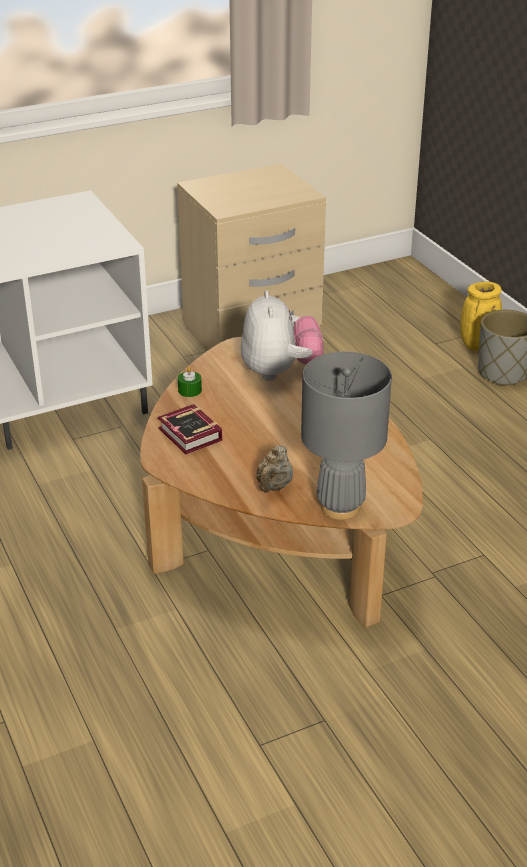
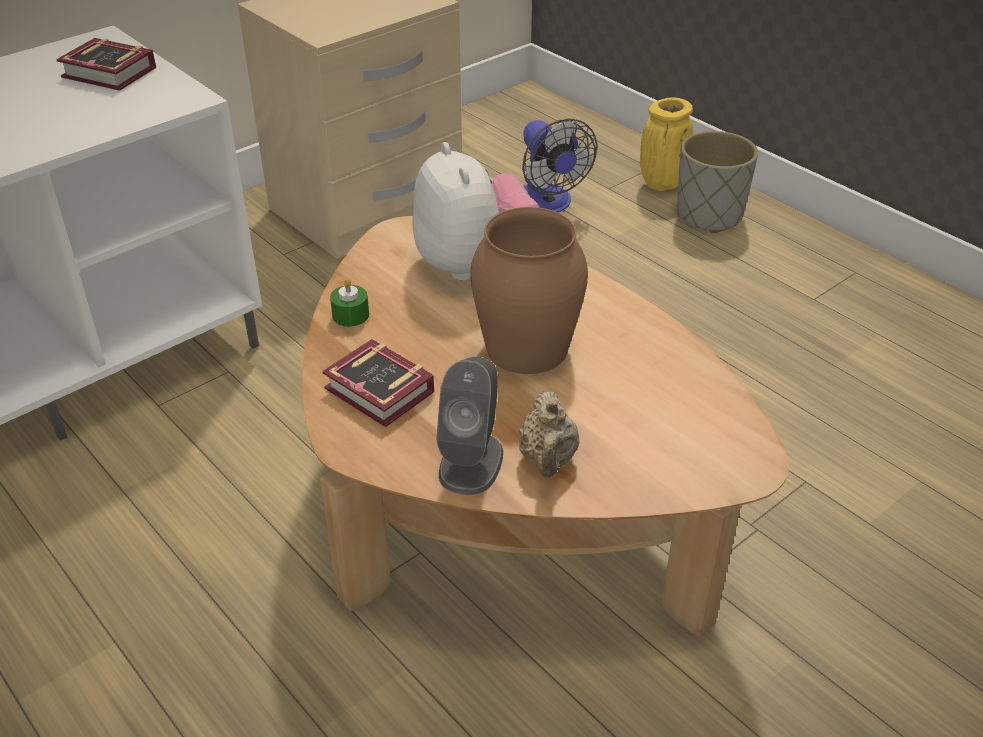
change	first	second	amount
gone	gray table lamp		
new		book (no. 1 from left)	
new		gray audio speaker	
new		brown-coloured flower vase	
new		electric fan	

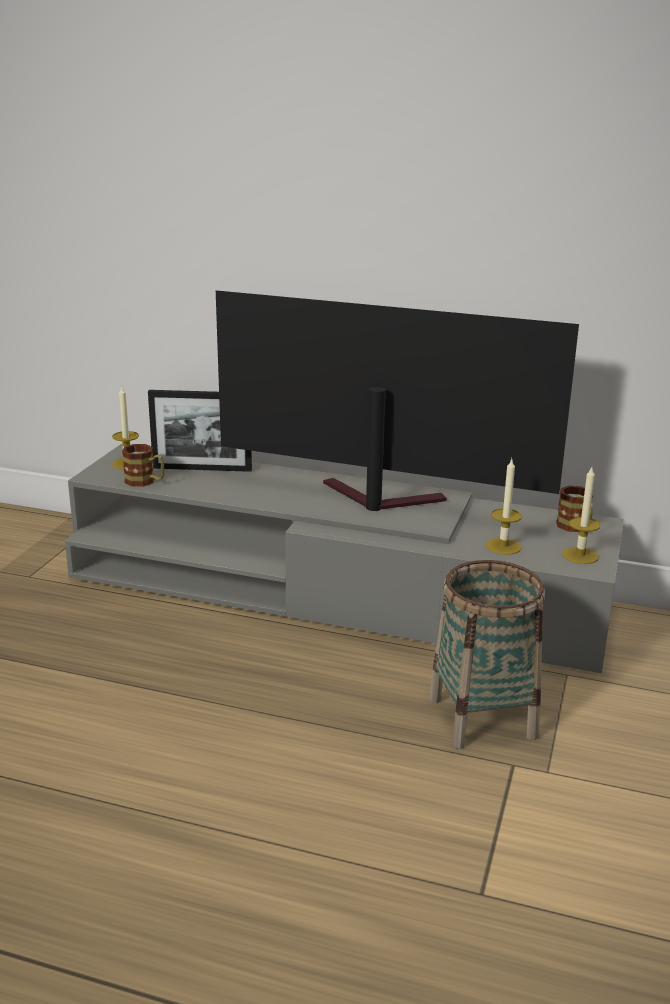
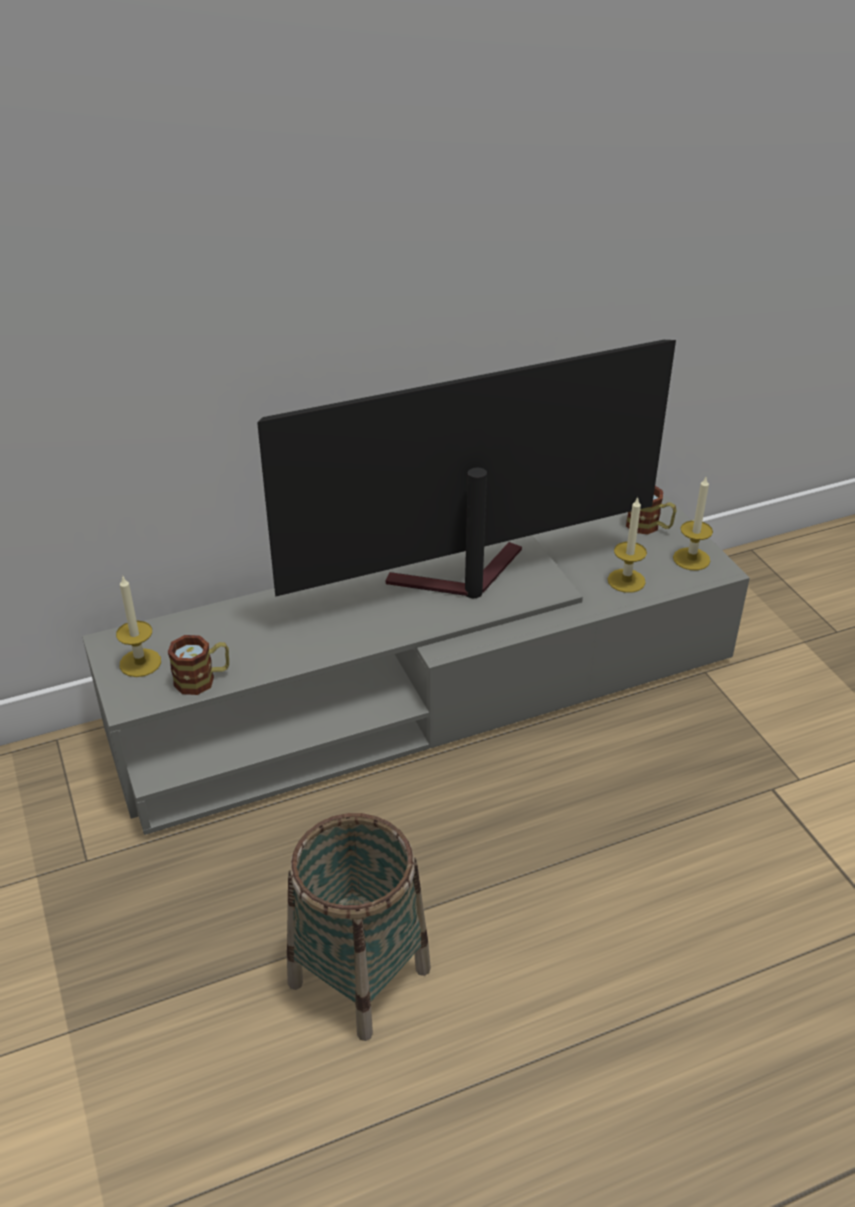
change	first	second	amount
gone	standing frame		
shifted	basket		

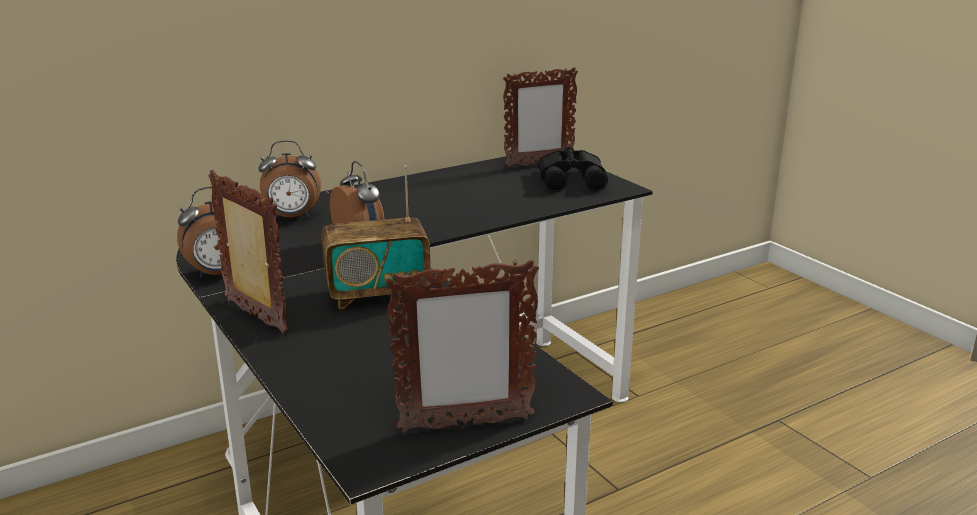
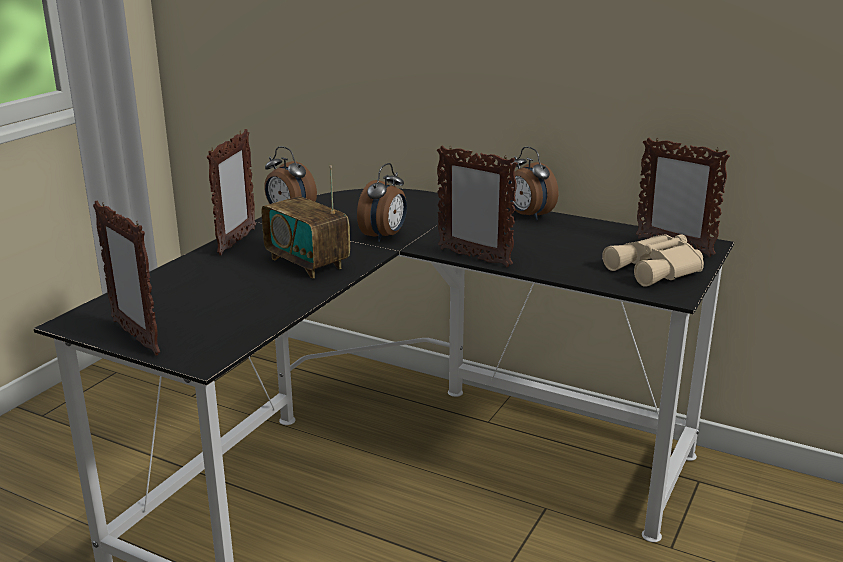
change	first	second	amount
shifted	table clock (no. 2 from left in the first image)	table clock (no. 3 from left)	
repainted	blackish pair of binoculars	beige-coloured pair of binoculars	
new		standing frame (no. 3 from left)	

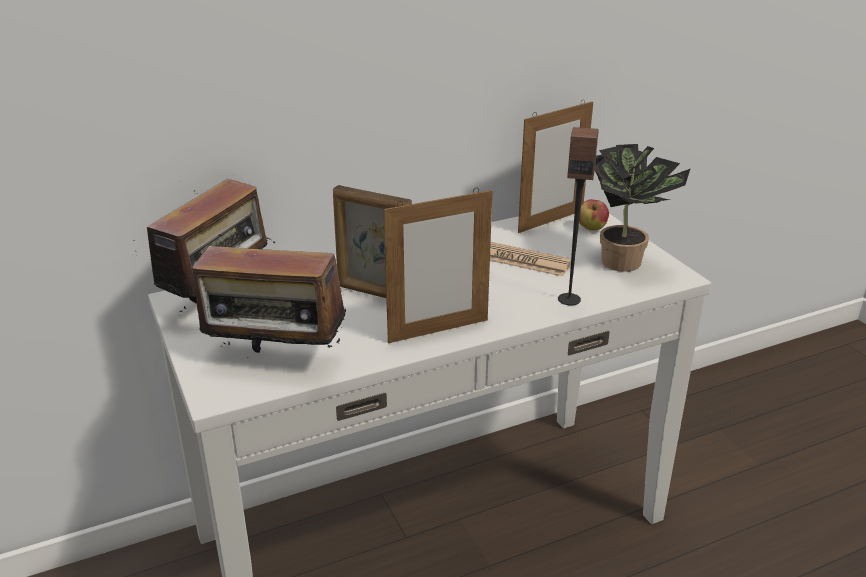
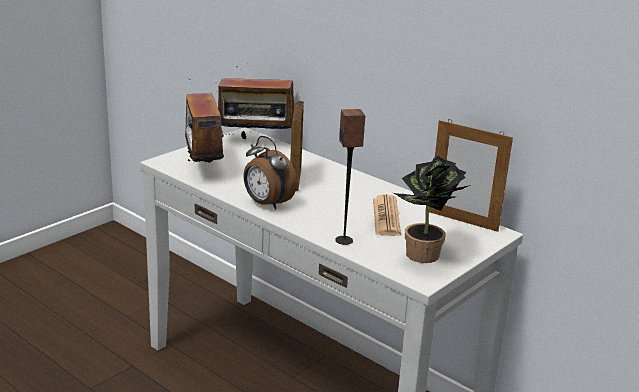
change	first	second	amount
swapped	standing frame (no. 2 from left)	table clock	
gone	whole apple		

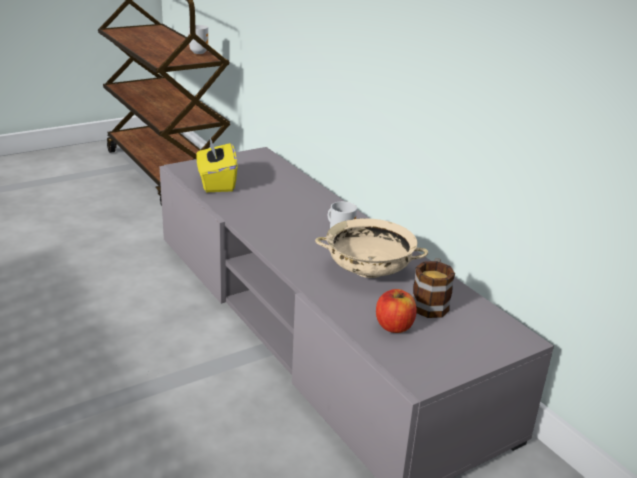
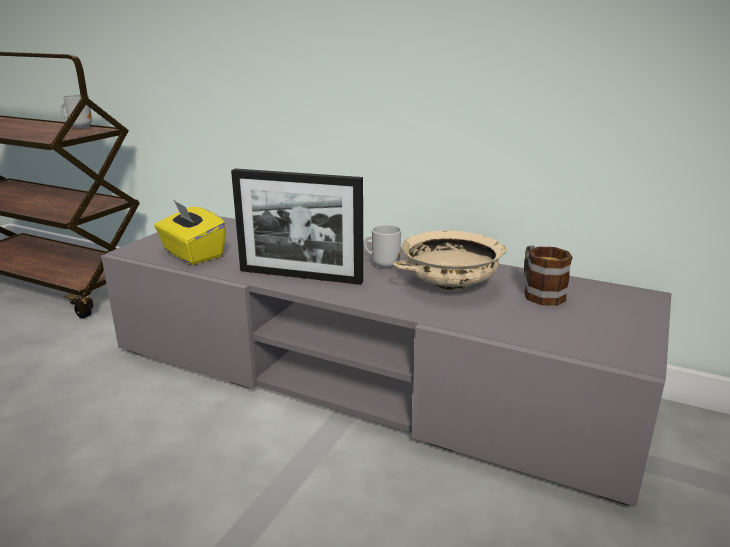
change	first	second	amount
gone	whole apple		
new		standing frame	

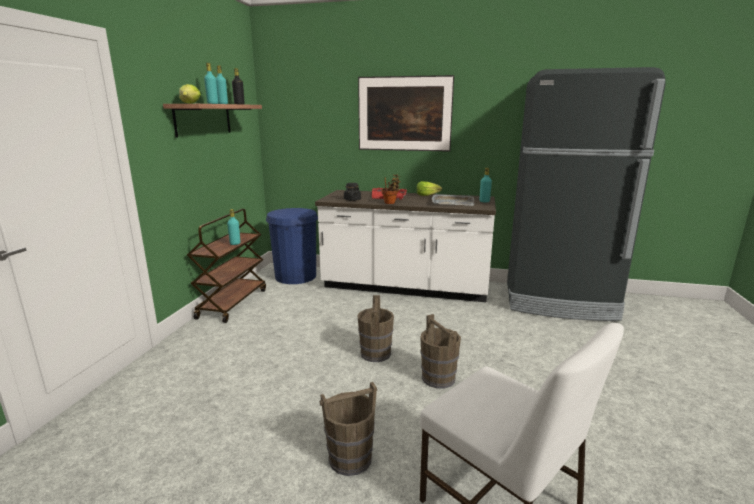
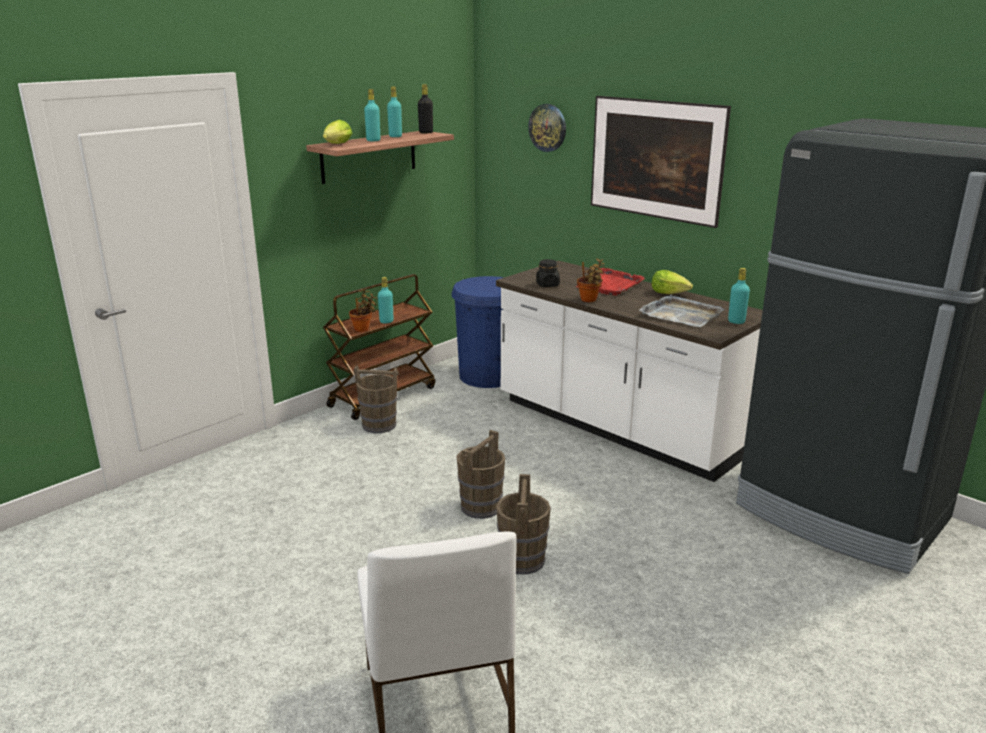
change	first	second	amount
shifted	brown-coloured bucket (no. 1 from left)		
new		potted plant (no. 1 from left)	
new		hanging clock	

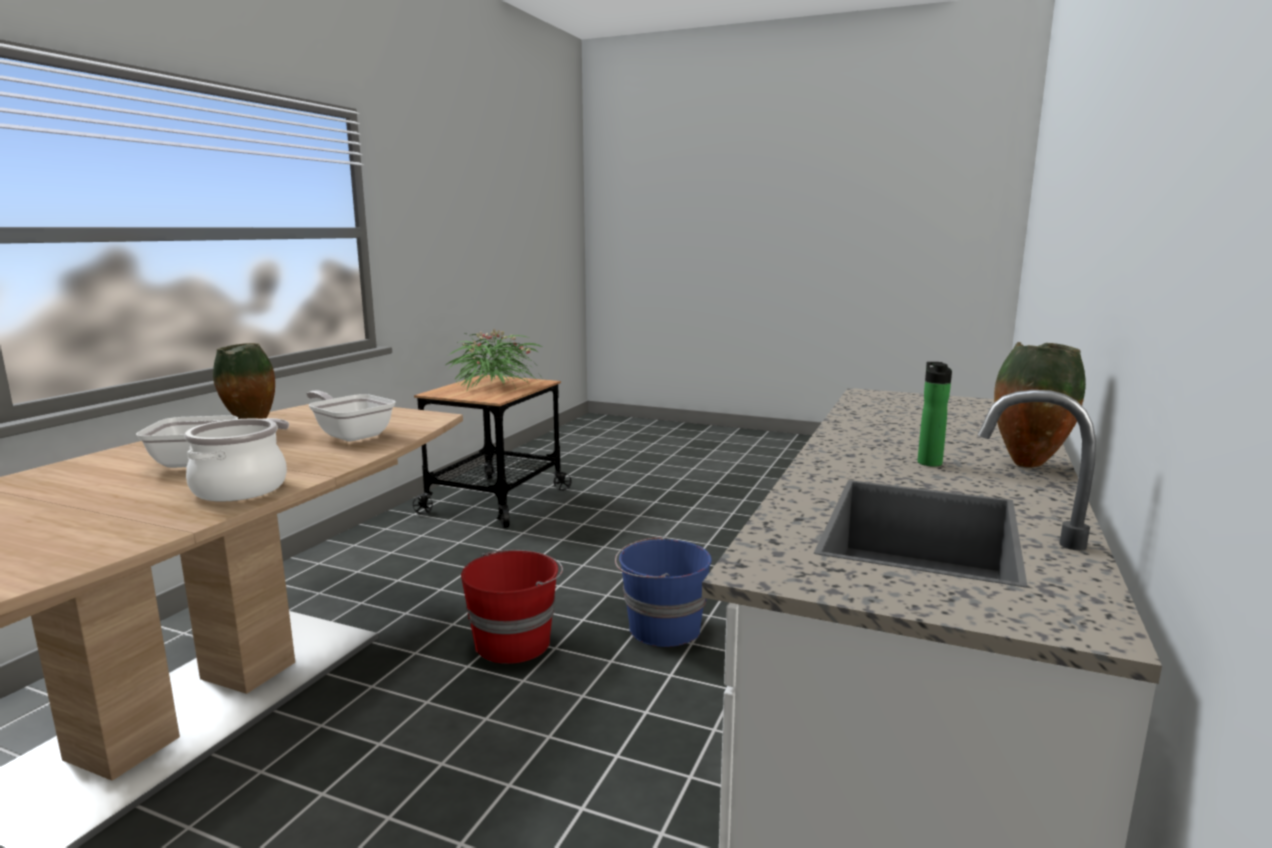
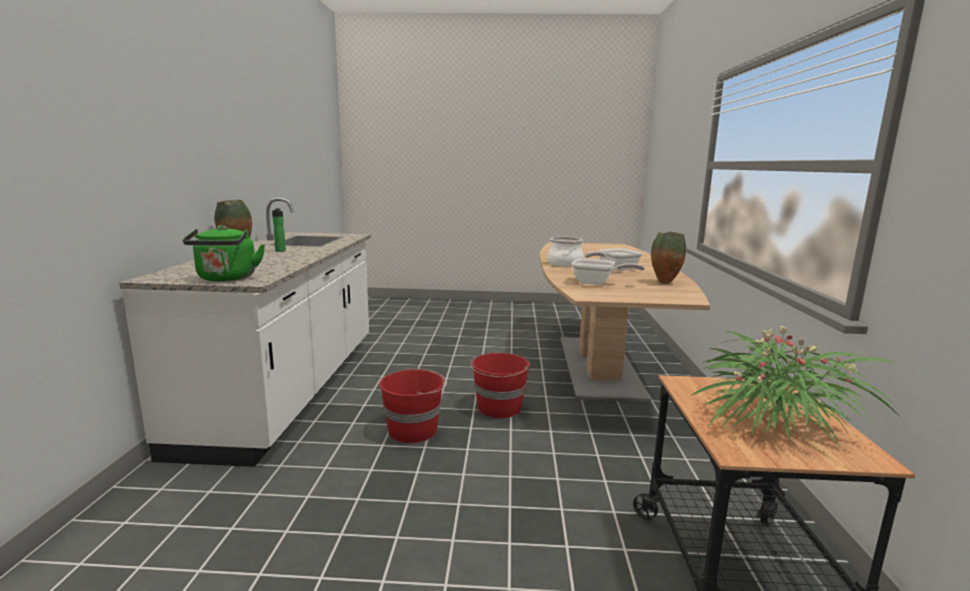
change	first	second	amount
repainted	blue bucket	reddish bucket (no. 1 from left)	
new		greenish water kettle	

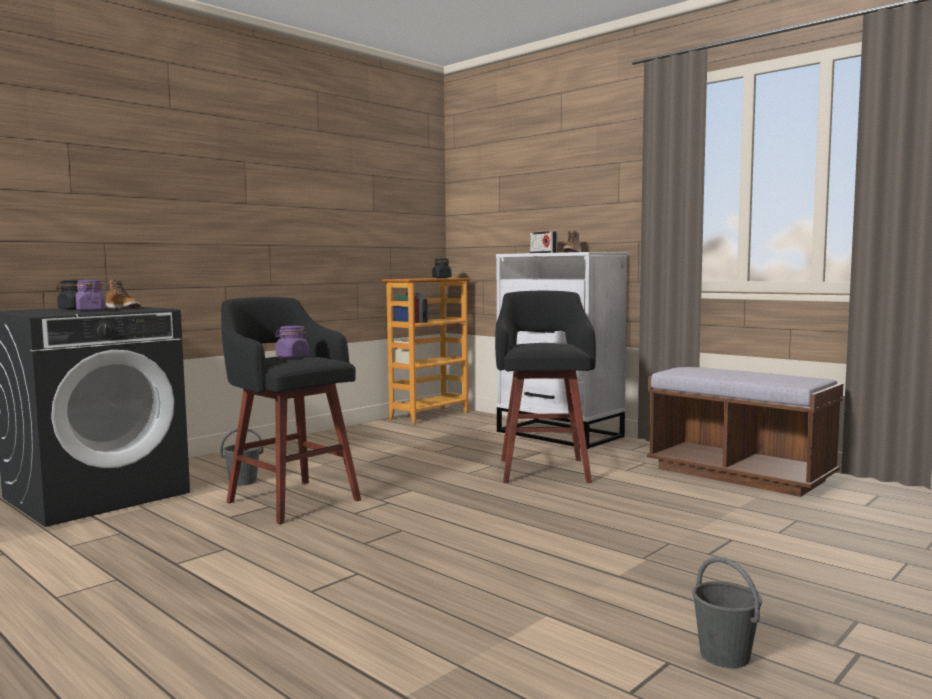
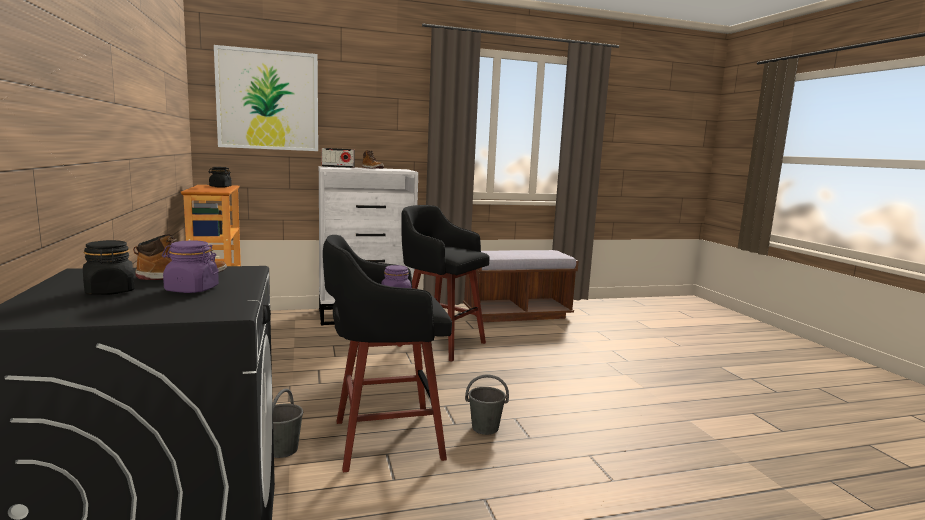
change	first	second	amount
shifted	gray bucket (no. 2 from left)		
new		picture	

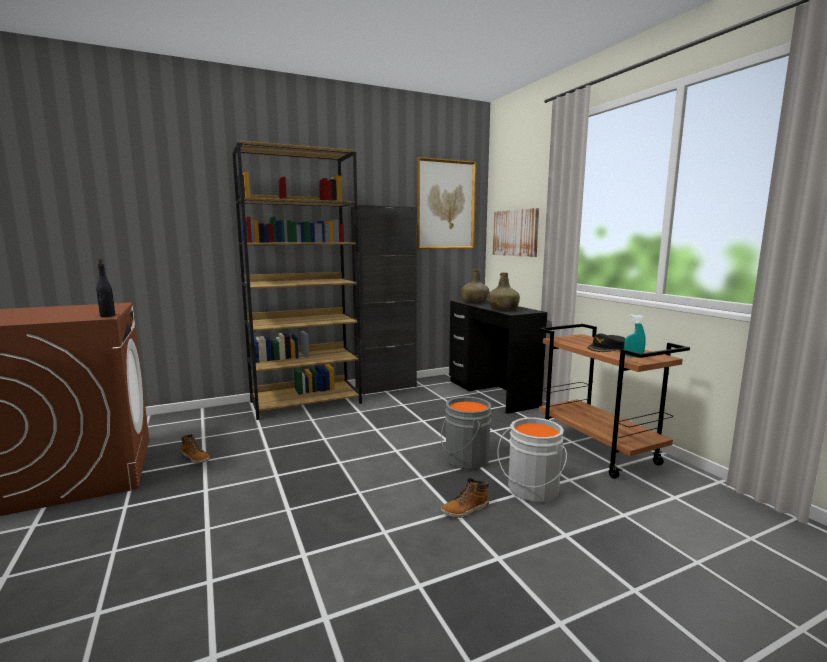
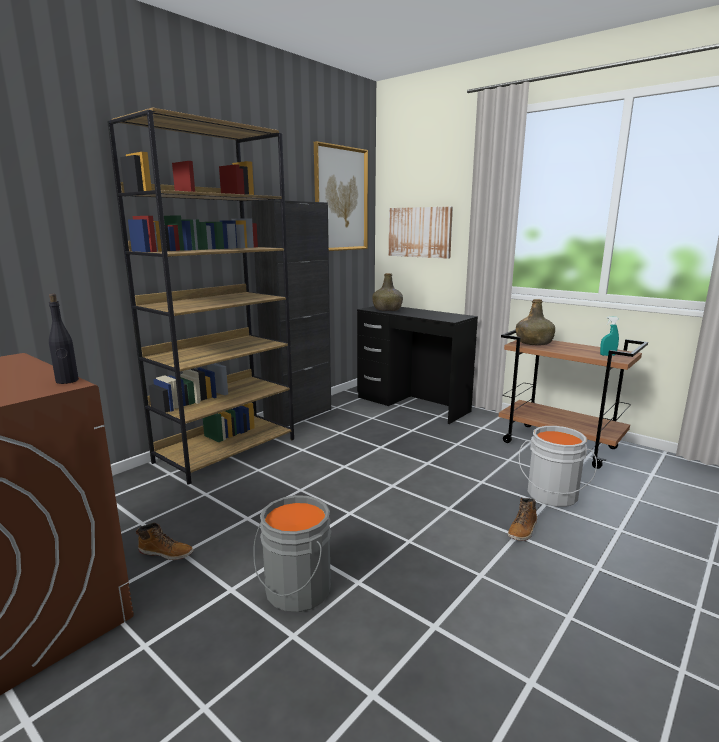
change	first	second	amount
shifted	gray bucket (no. 1 from left)		
shifted	greenish bottle (no. 2 from left)		
gone	blackish baseball cap		

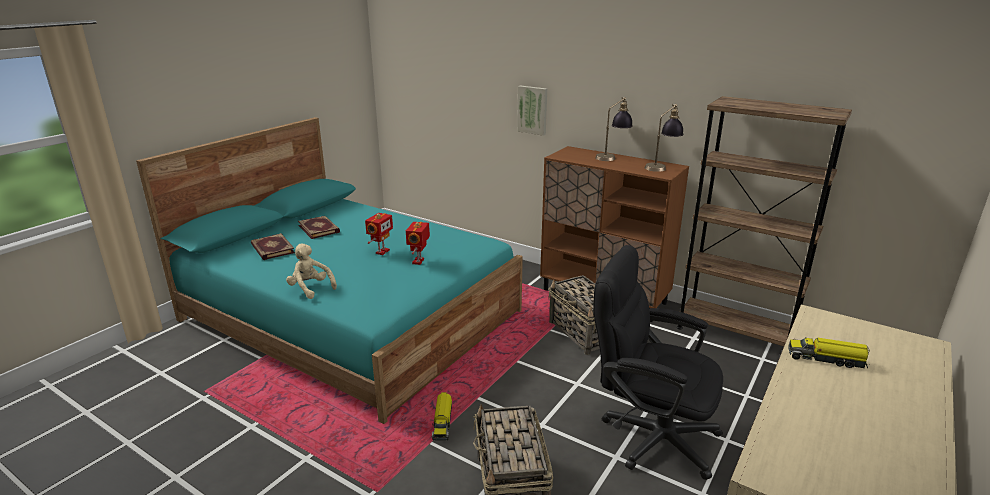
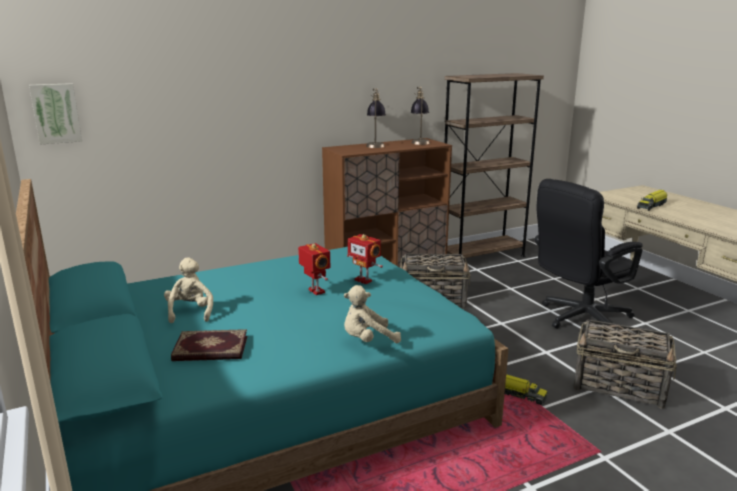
change	first	second	amount
swapped	book (no. 2 from left)	beige-coloured cuddly toy (no. 1 from left)	
shifted	picture		

